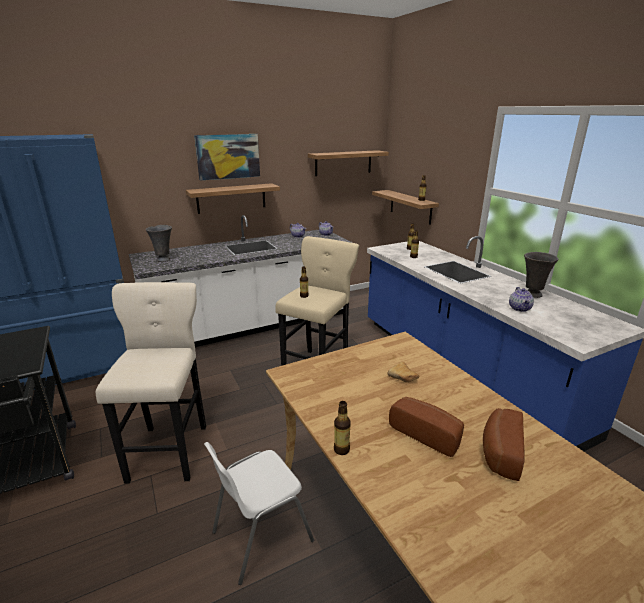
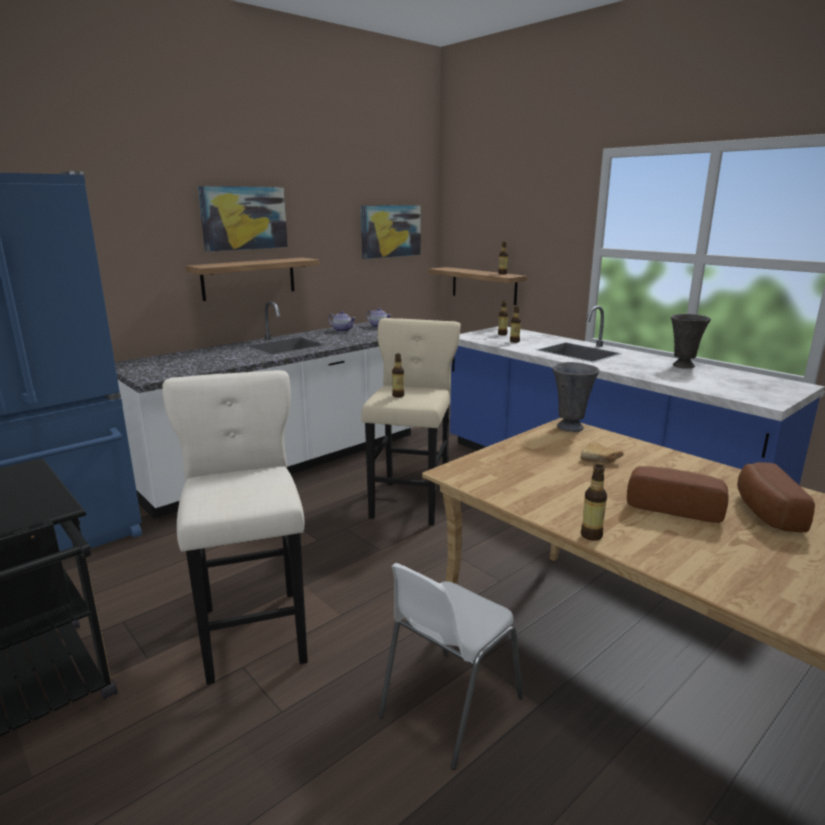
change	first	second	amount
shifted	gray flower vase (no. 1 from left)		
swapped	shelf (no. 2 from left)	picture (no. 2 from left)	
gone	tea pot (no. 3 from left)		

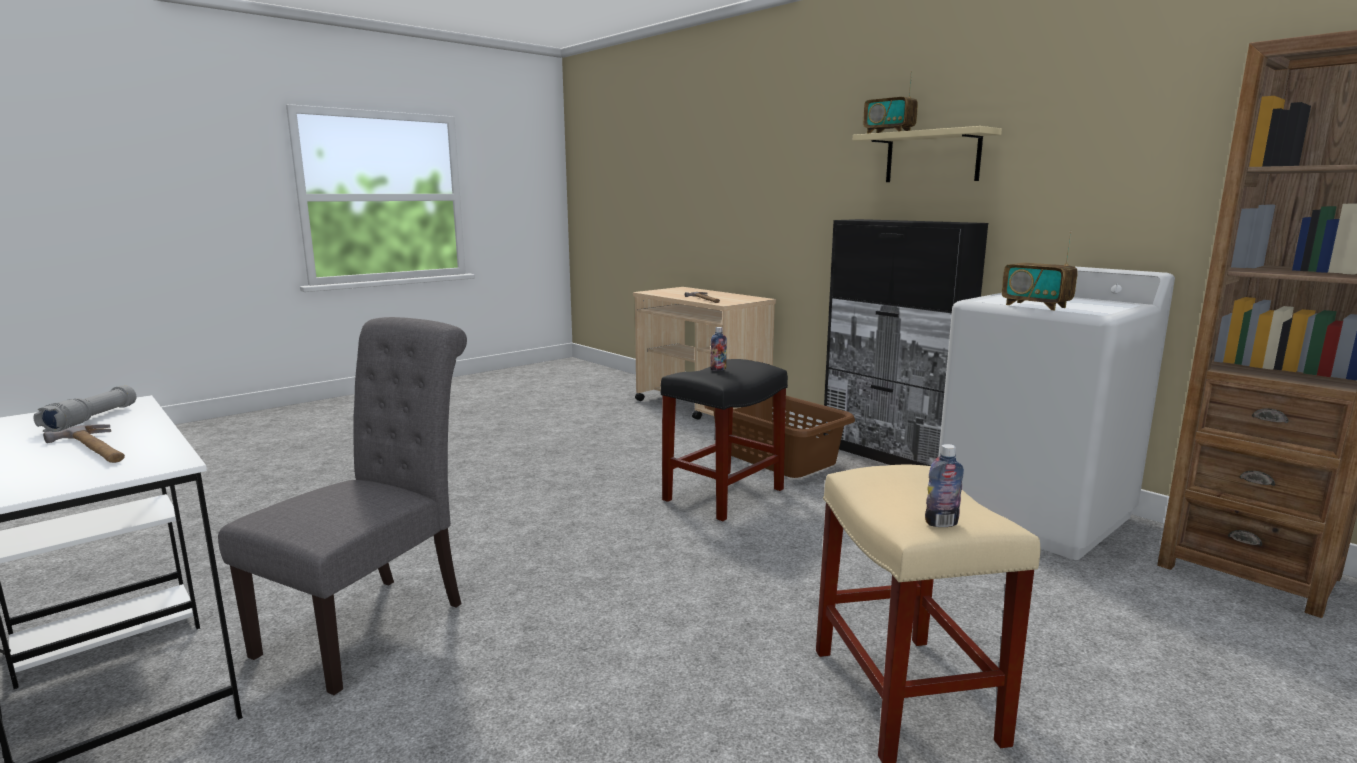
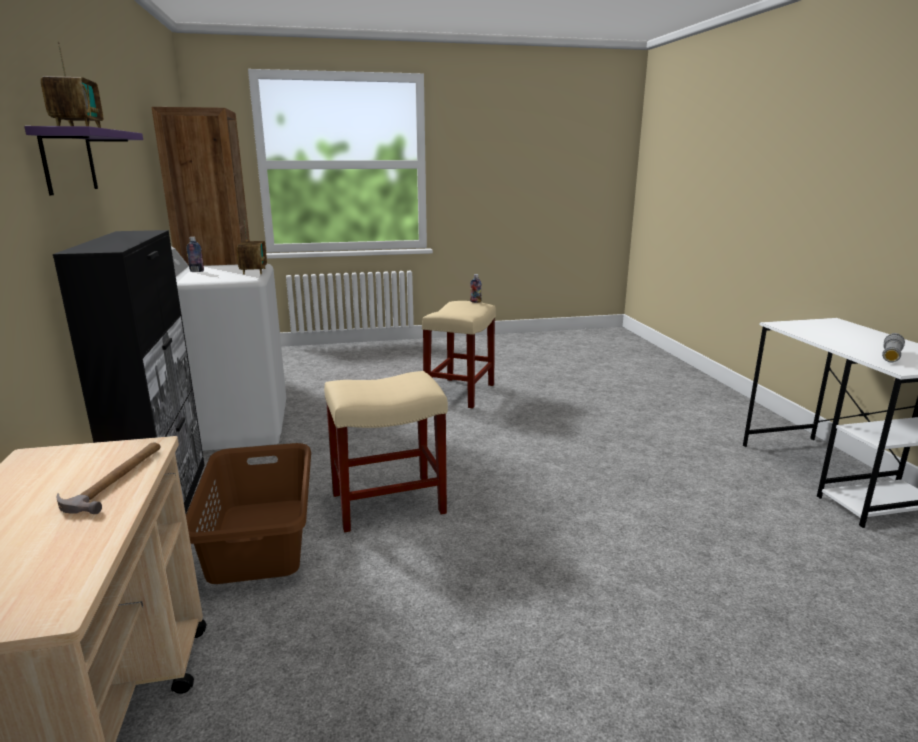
change	first	second	amount
gone	tool hammer (no. 1 from left)		
gone	gray upright chair		
repainted	blackish stool seat	beige-coloured stool seat (no. 1 from left)	
shifted	bottle (no. 1 from left)		
repainted	beige-coloured shelf	purple-coloured shelf	

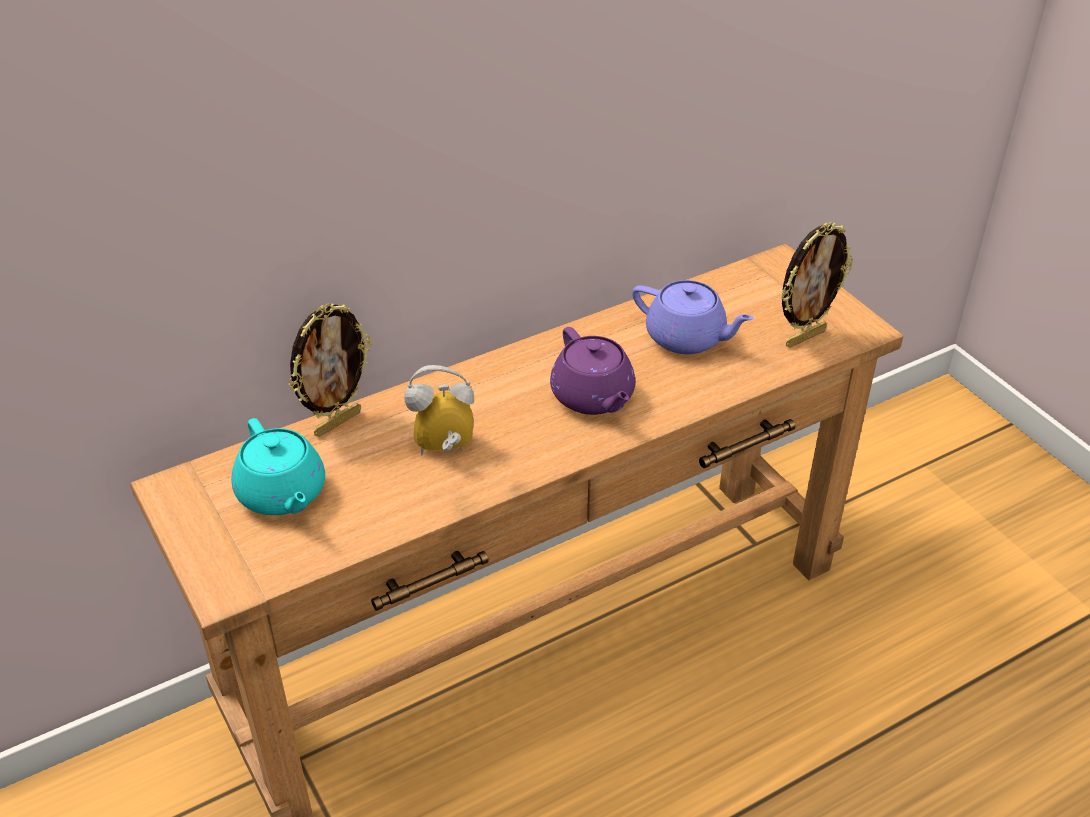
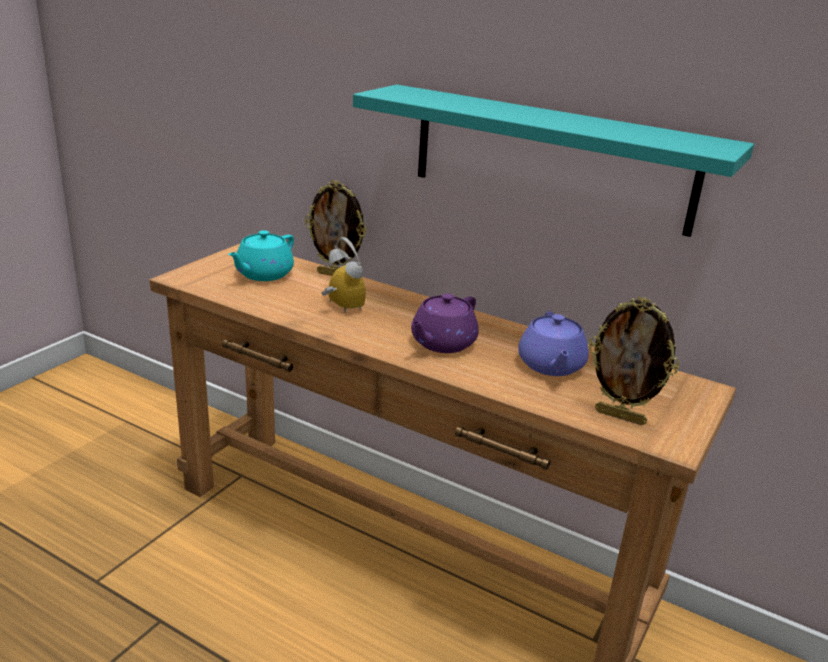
change	first	second	amount
new		turquoise shelf	

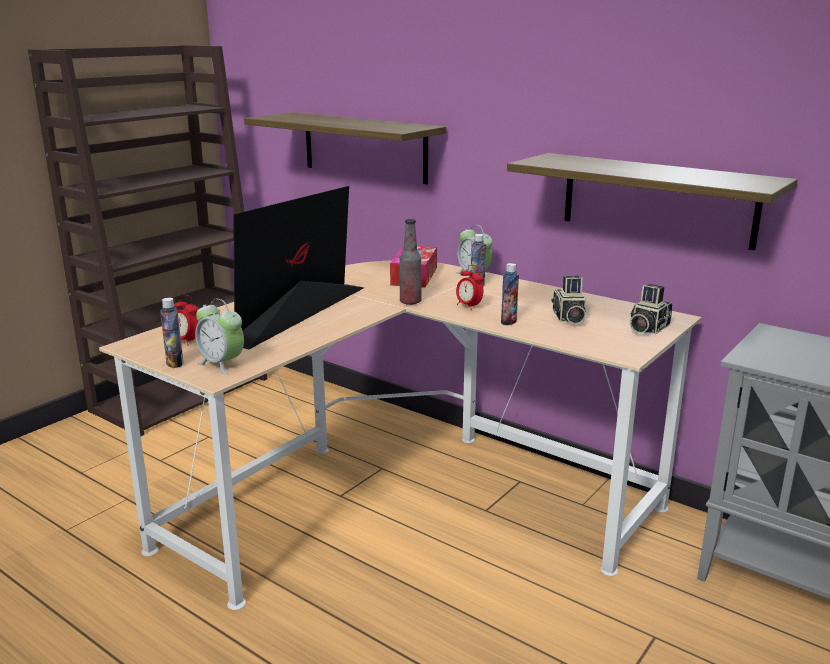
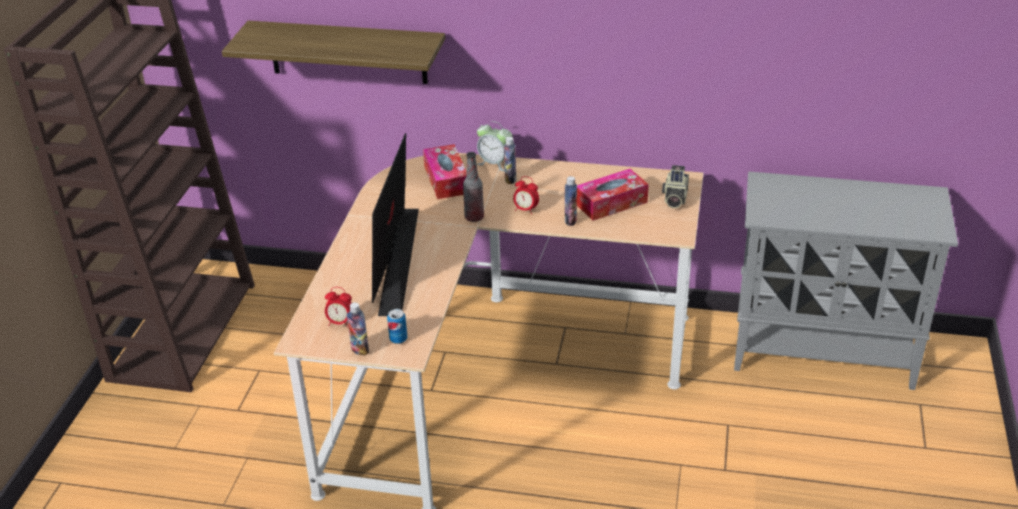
change	first	second	amount
swapped	table clock (no. 2 from left)	metal can	
gone	shelf (no. 2 from left)		
swapped	still camera (no. 1 from left)	tissue holder (no. 2 from left)	

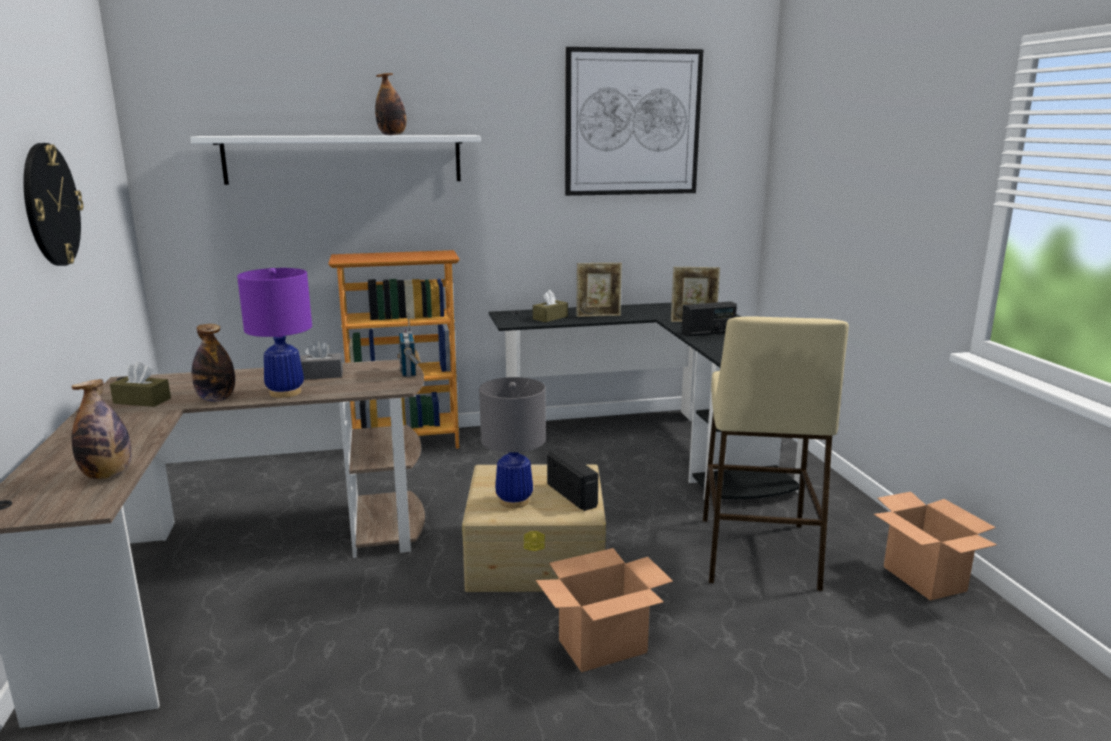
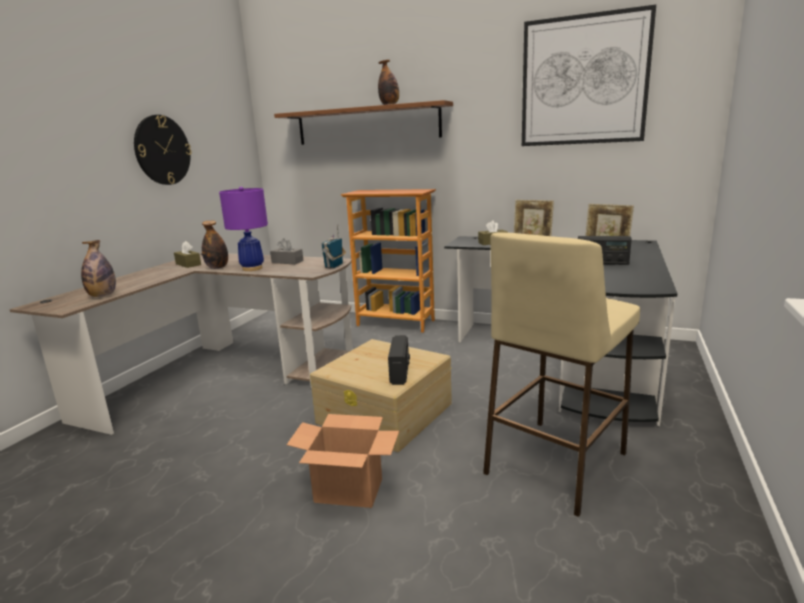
change	first	second	amount
repainted	whitish shelf	brown-coloured shelf	
gone	gray table lamp		
gone	carton (no. 2 from left)		

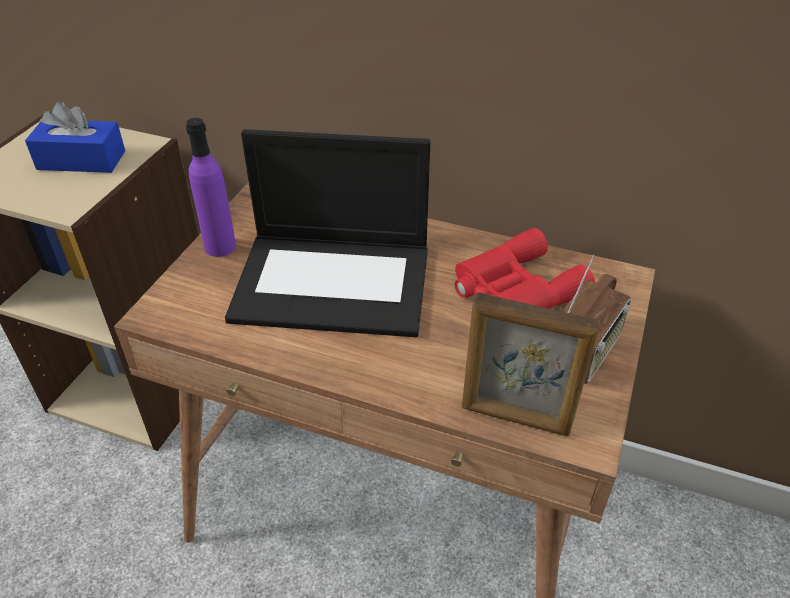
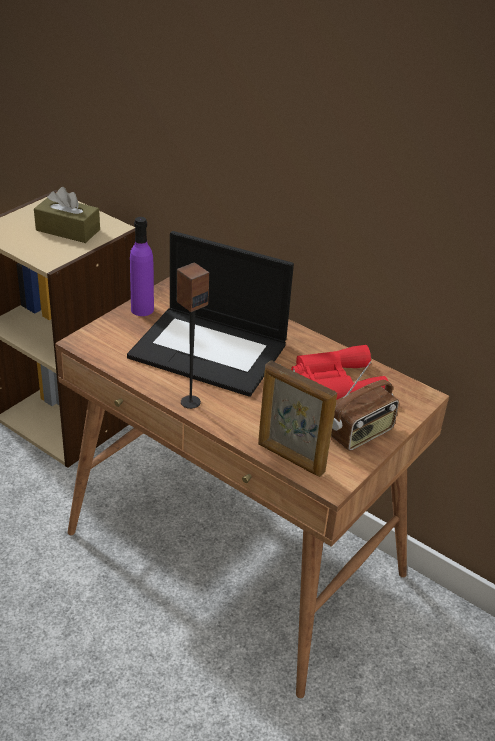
change	first	second	amount
repainted	blue tissue holder	brown-coloured tissue holder	
new		audio speaker	

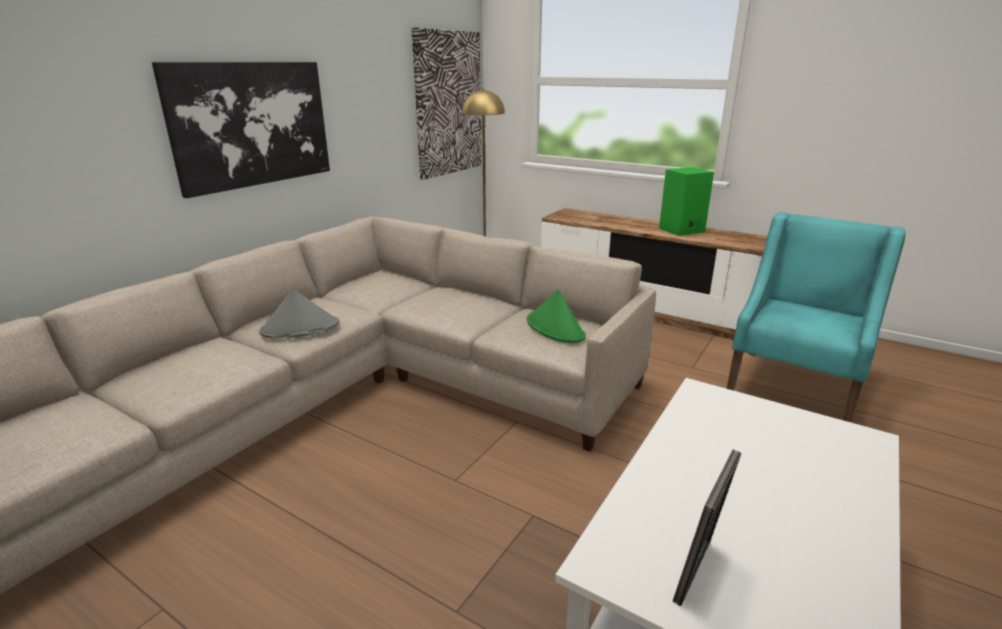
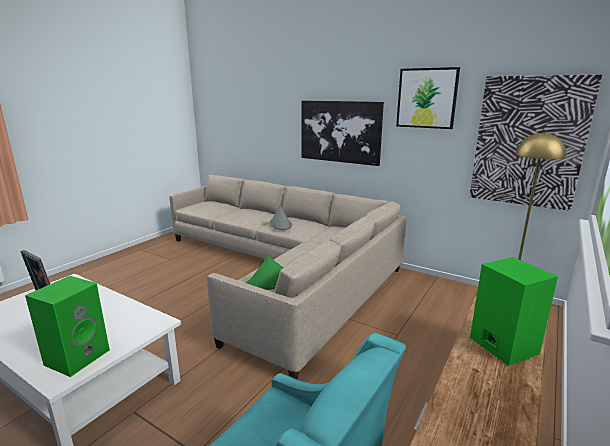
change	first	second	amount
new		greenish audio speaker (no. 1 from left)	
new		picture (no. 2 from left)	

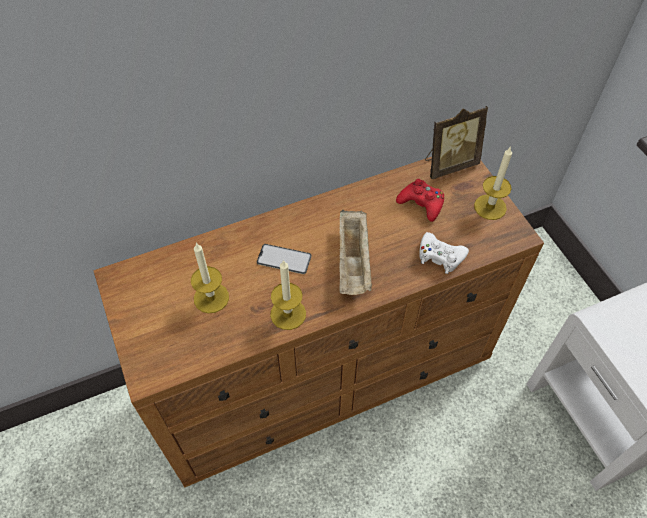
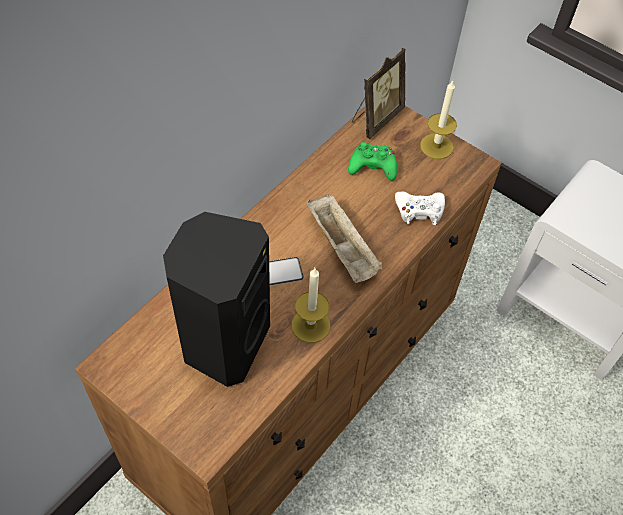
change	first	second	amount
swapped	wax light (no. 1 from left)	blackish audio speaker	
repainted	reddish game controller	greenish game controller	

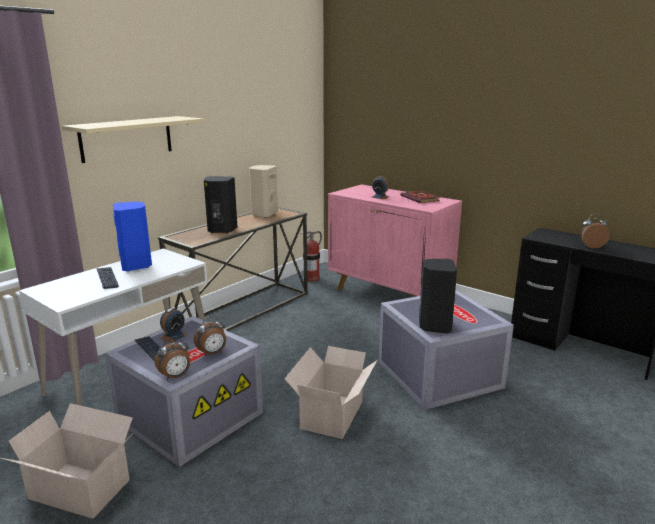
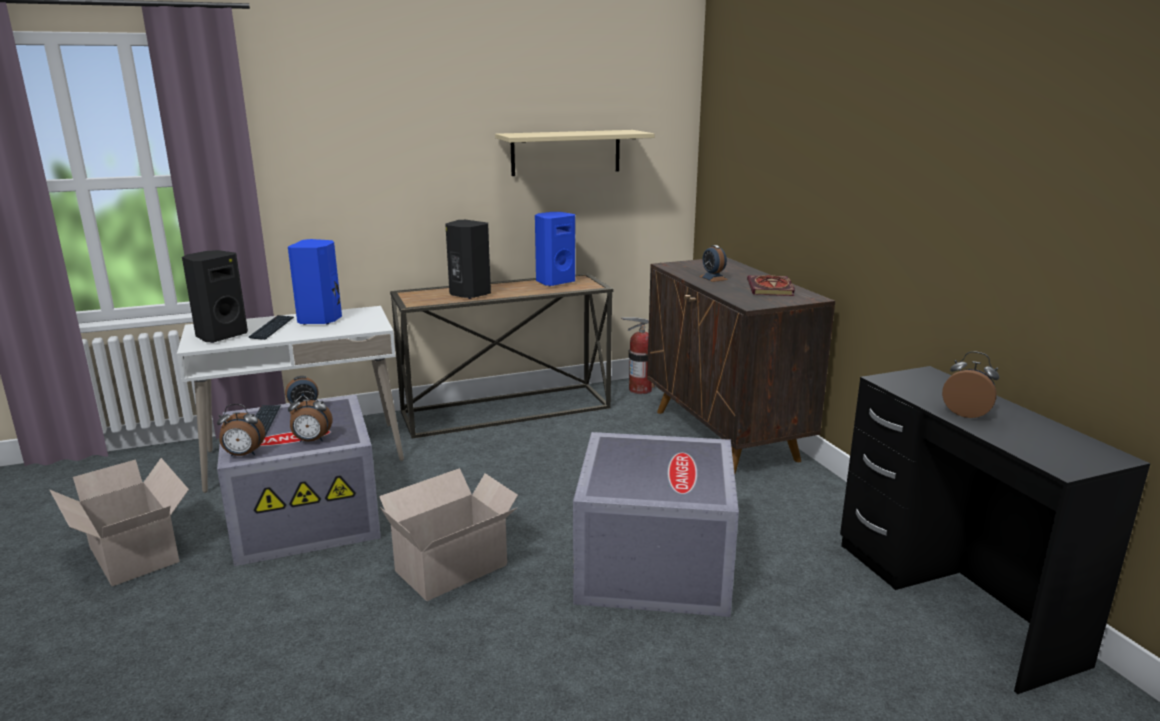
change	first	second	amount
shifted	beige-coloured shelf		
repainted	beige-coloured audio speaker	blue audio speaker (no. 2 from left)	
repainted	pink cupboard	brown-coloured cupboard	
shifted	blackish audio speaker (no. 2 from left in the first image)	blackish audio speaker (no. 1 from left)	

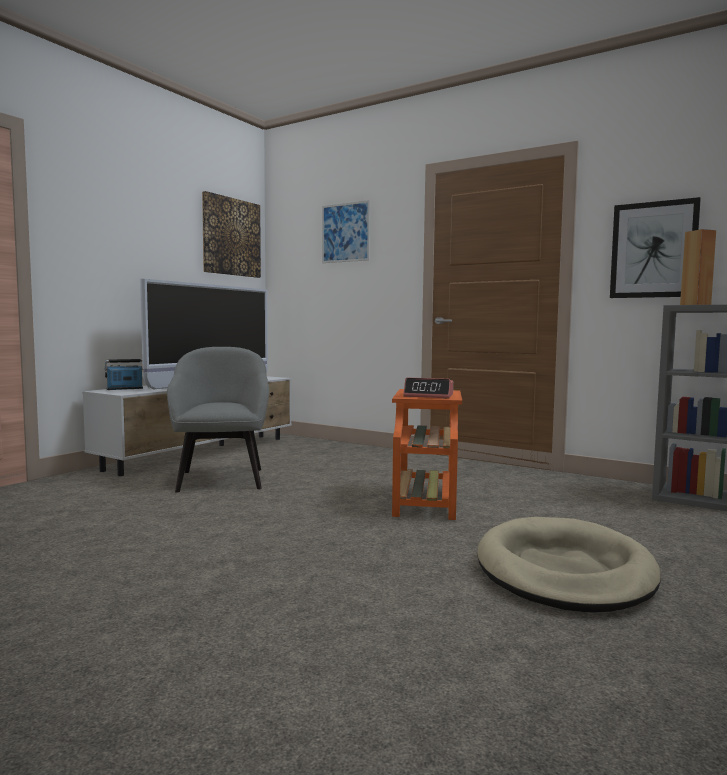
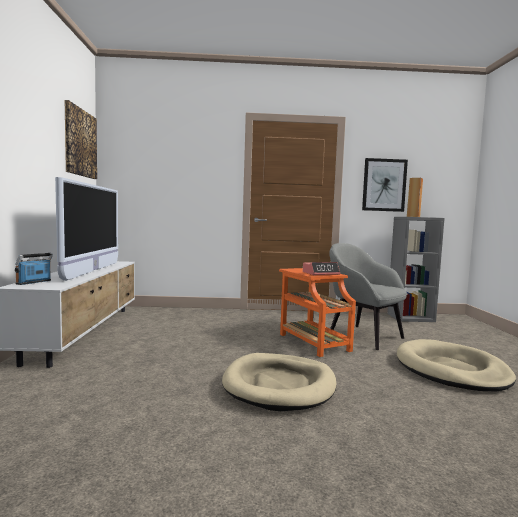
change	first	second	amount
shifted	gray easy chair		
gone	picture (no. 2 from left)		
new		beige-coloured pet bed (no. 1 from left)	

